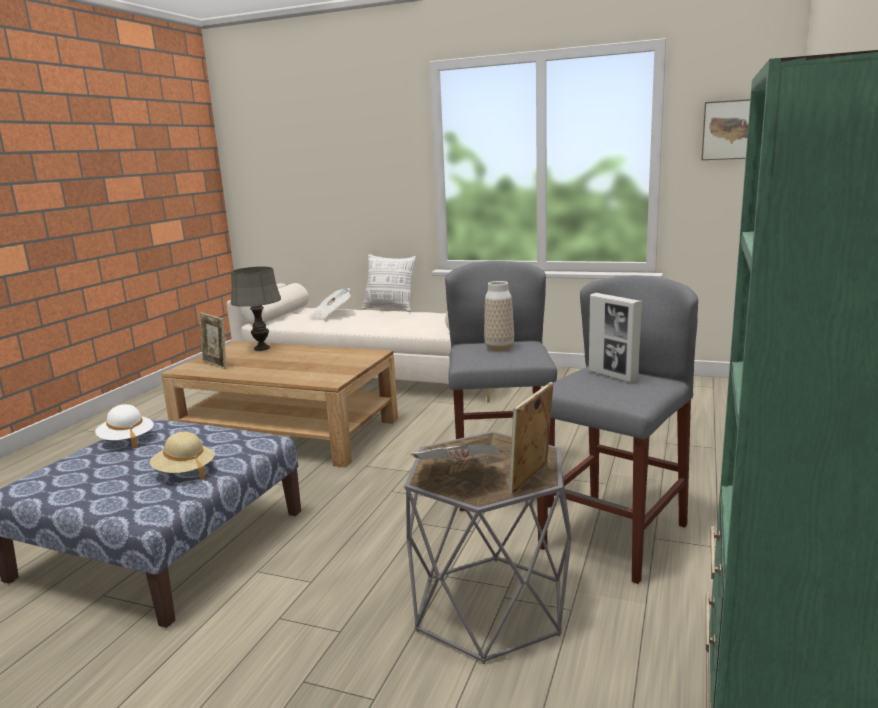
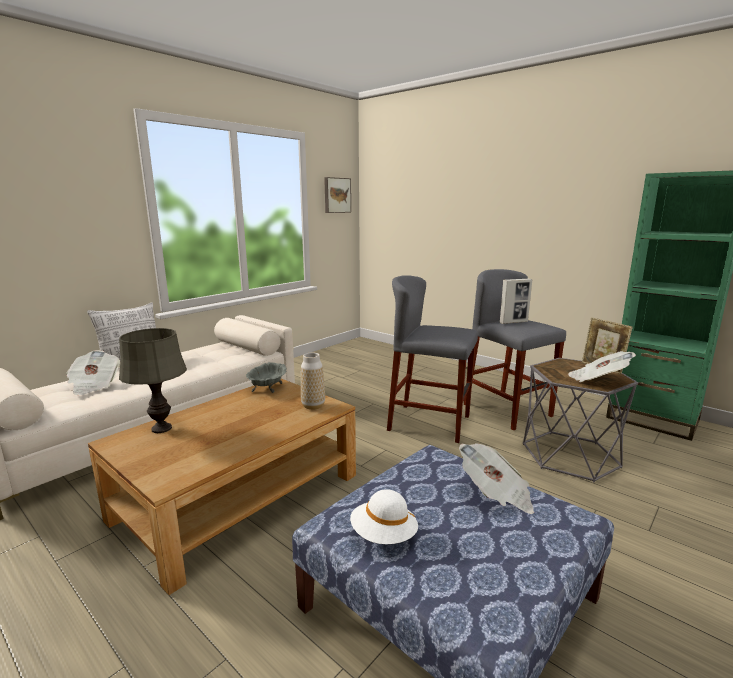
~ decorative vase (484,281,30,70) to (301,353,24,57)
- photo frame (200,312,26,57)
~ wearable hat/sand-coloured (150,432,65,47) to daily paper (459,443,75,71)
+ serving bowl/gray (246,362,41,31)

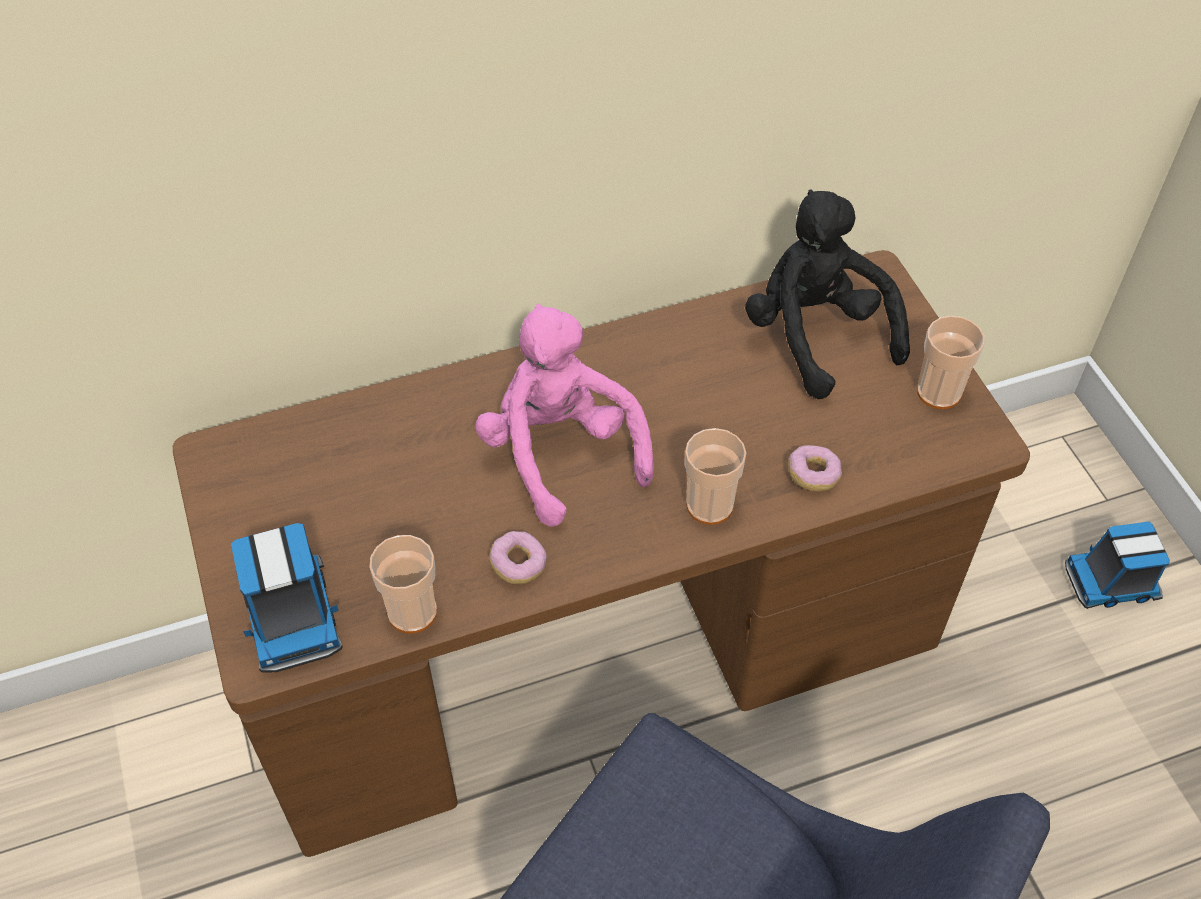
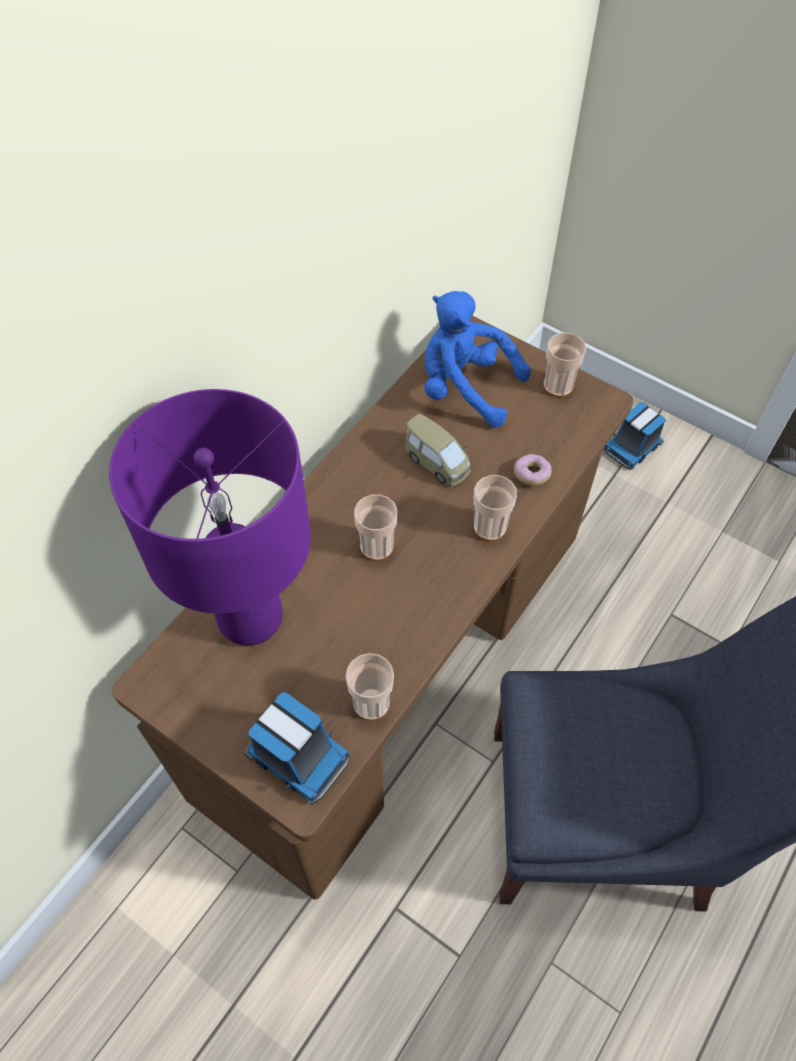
~ plush toy/black-coloured (745,189,165,210) to plush toy/blue-coloured (424,291,107,136)
~ plush toy/pink-coloured (475,303,179,224) to small cup (354,494,43,67)
- ring doughnut (489,531,58,53)
+ tabletop lamp/purple (109,389,202,257)
+ model car (405,414,65,72)

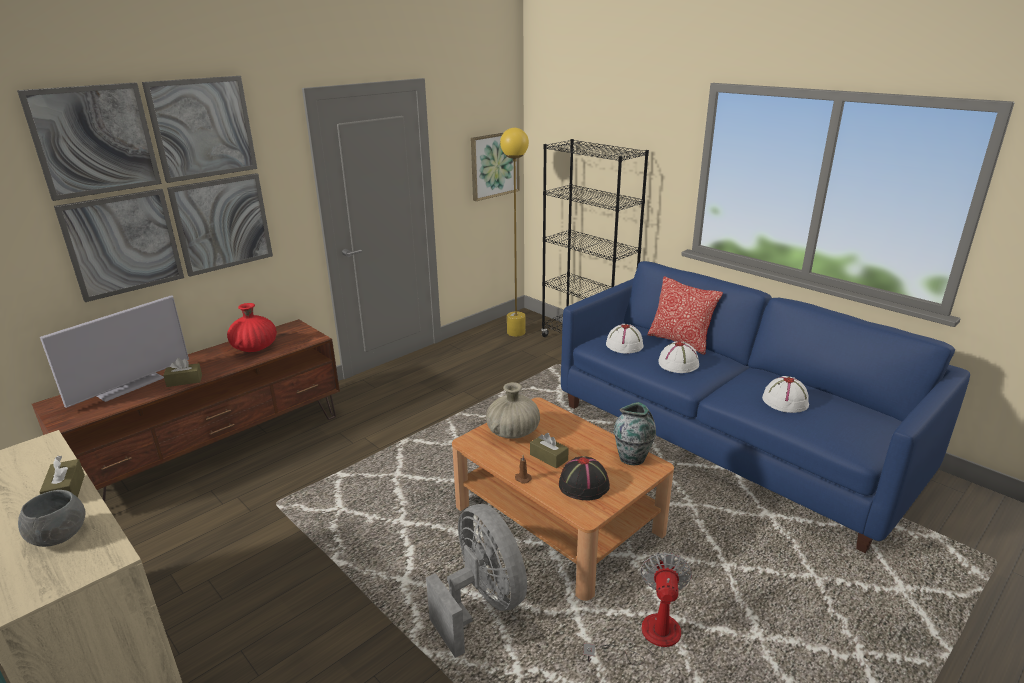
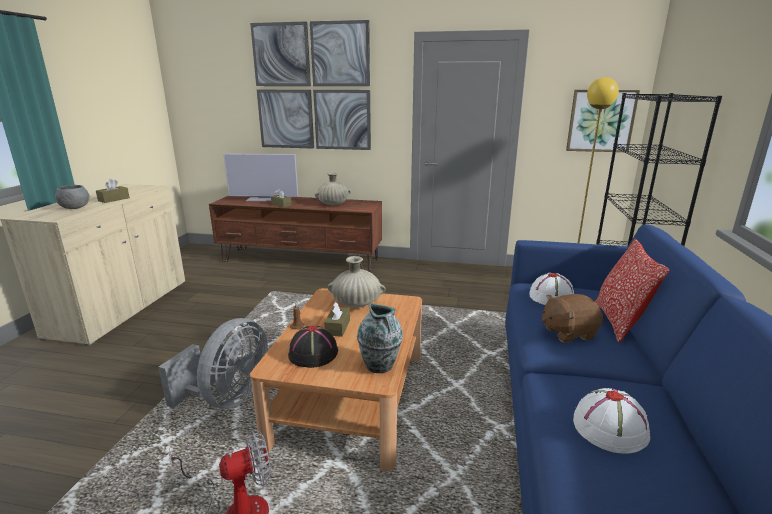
~ decorative vase/reddish (227,303,50,49) to decorative vase/sand-coloured (315,173,36,32)
~ wearable hat/white-coloured (658,341,41,32) to plush toy/brown-coloured (542,294,61,49)

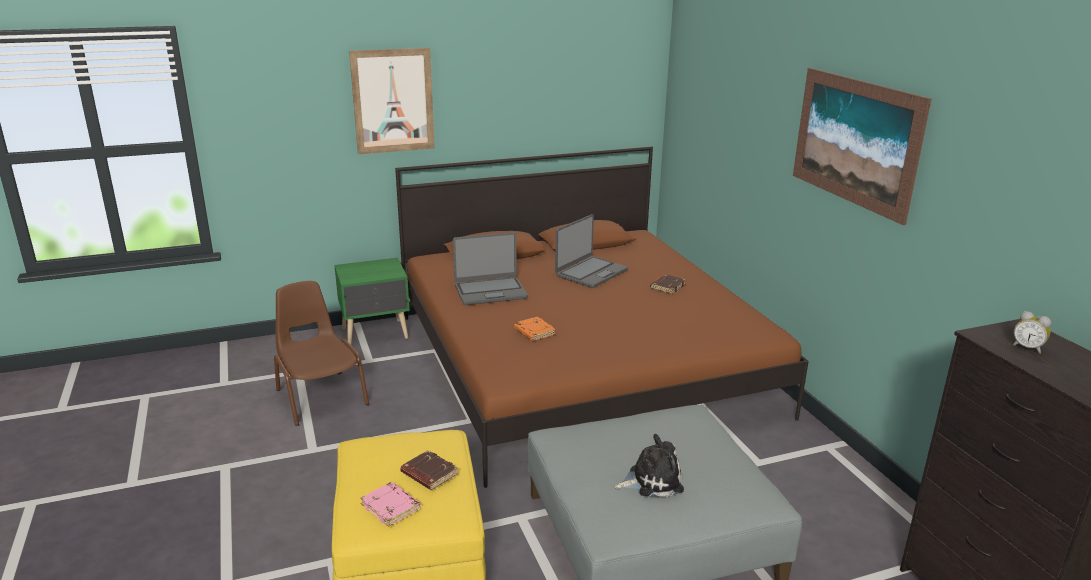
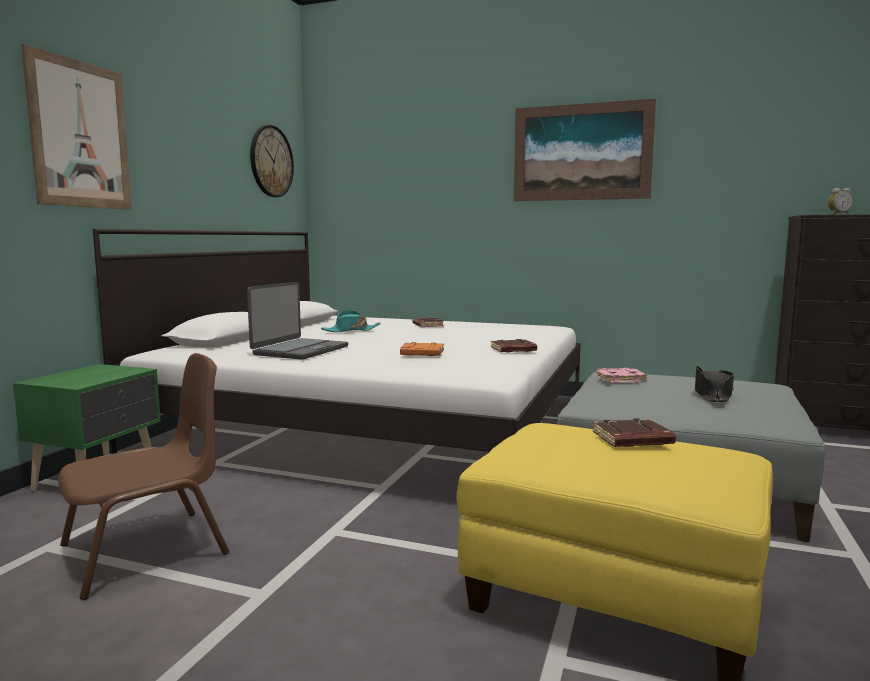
~ bedroom bed/brown-coloured (395,146,414,342) to bedroom bed/white-coloured (93,229,488,225)
~ portable computer (555,214,73,74) to wearable hat/blue-green (321,310,60,22)
~ upright chair/brown-coloured (274,281,95,145) = (58,353,171,247) 135 degrees clockwise
~ plush toy (615,434,69,63) to wearable hat/black-coloured (695,366,39,36)
~ book/pink-coloured (360,482,61,45) to (595,368,52,15)
+ wall clock (250,125,44,72)
+ book/brown-coloured (491,339,46,14)

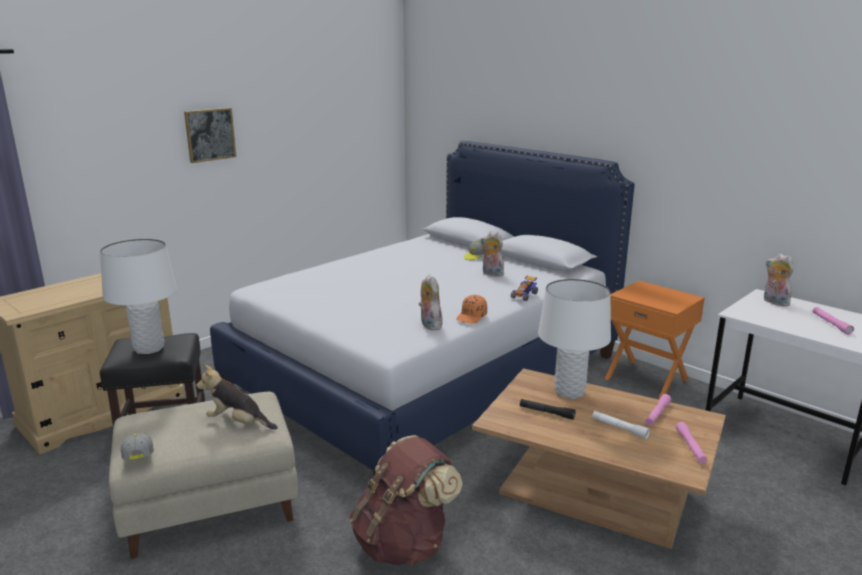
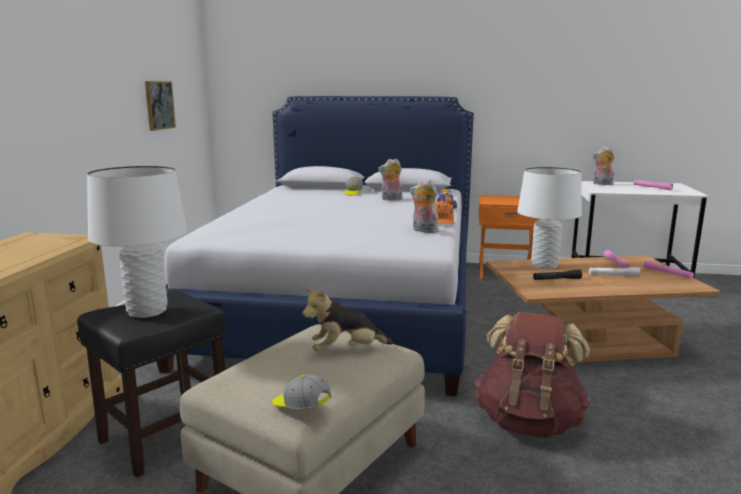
~ wall picture (184,108,52,55) to (145,81,31,50)

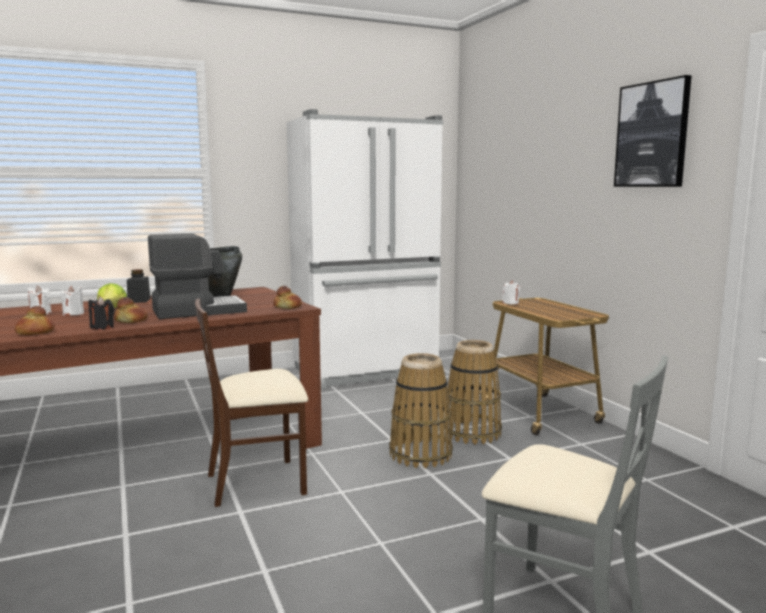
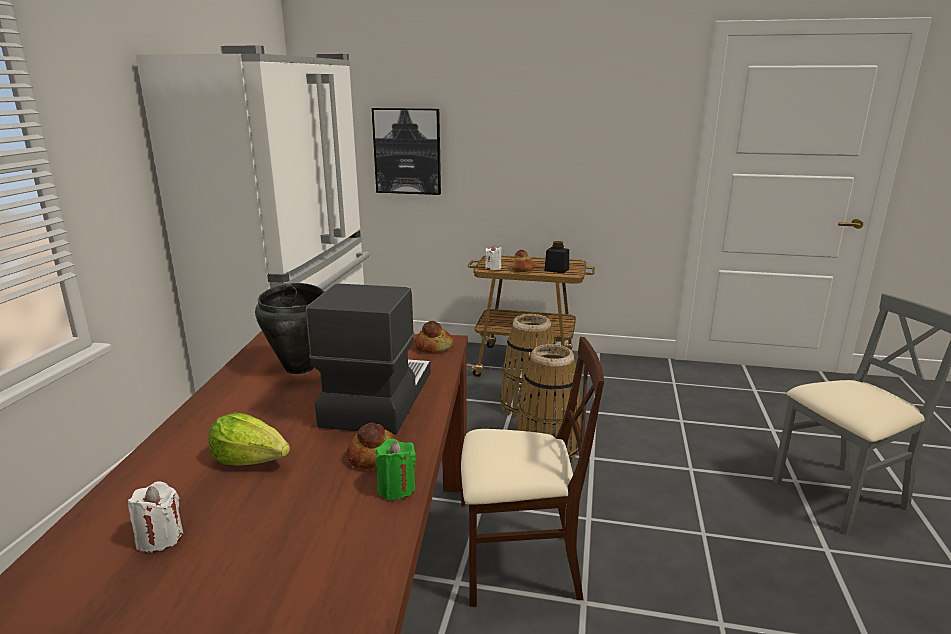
~ wall picture (614,75,78,112) to (372,108,69,87)
~ jar/black-coloured (127,269,24,34) to (544,241,25,33)
- wax candle/white-coloured (61,286,23,30)
~ wax candle/black-coloured (88,297,26,33) to wax candle/green (375,439,41,61)
~ upright chair/sand-coloured (195,298,113,209) = (461,337,143,270) 105 degrees counterclockwise
~ bakery bread (14,306,41,29) to (511,250,24,22)

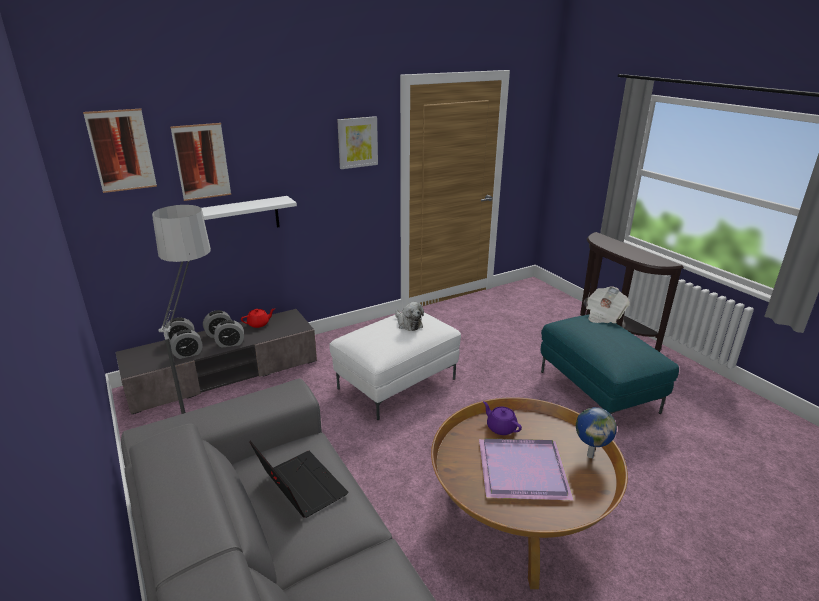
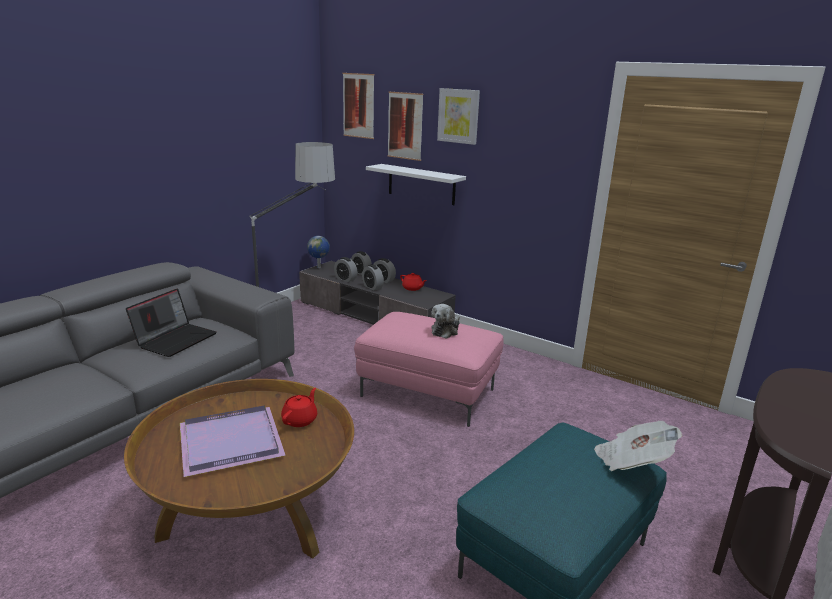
~ wall picture (337,116,41,53) to (437,88,43,57)
~ ottoman/white-coloured (329,312,132,108) to ottoman/pink-coloured (354,312,150,115)
~ tea pot/purple (483,401,39,34) to tea pot/reddish (281,388,36,39)
~ world globe (576,407,41,51) to (307,236,23,32)

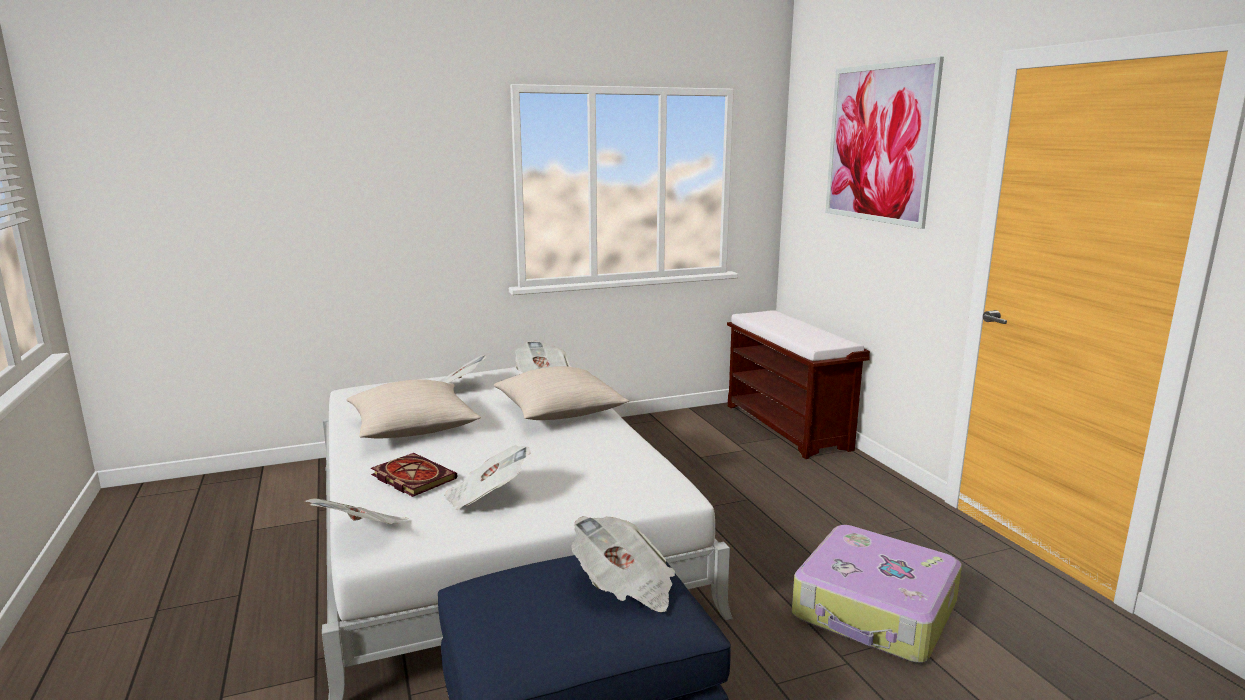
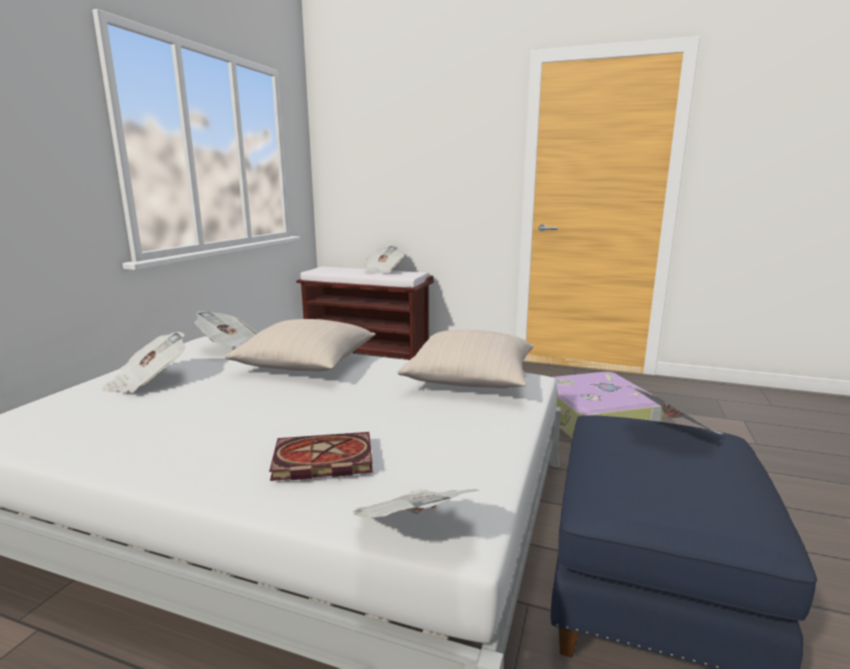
- wall picture (825,57,119,172)
~ pillow/sand-coloured (346,379,135,59) to (397,330,137,58)
~ daily paper (444,445,87,65) to (364,246,40,29)

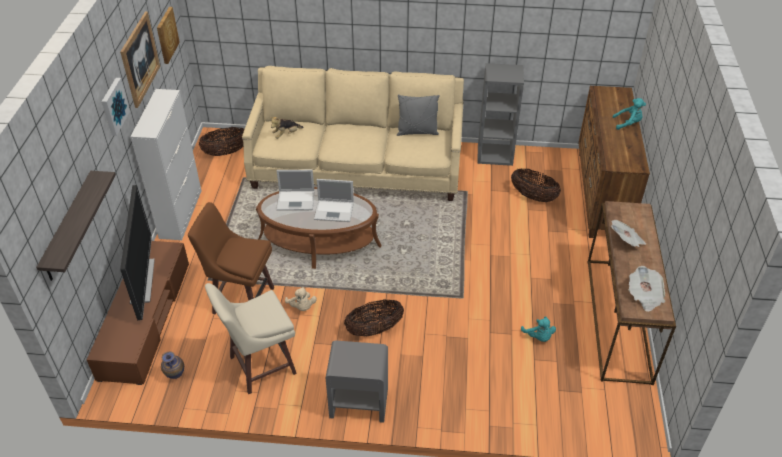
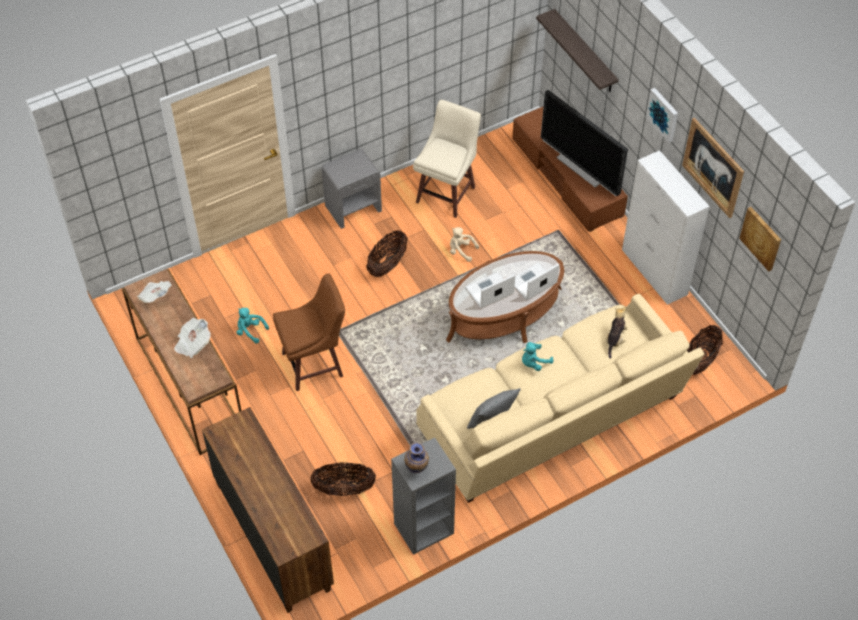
~ plush toy/blue-green (613,98,33,32) to (522,342,32,29)
~ stool seat/brown-coloured (188,202,86,112) to (273,273,72,118)
~ decorative vase (161,352,23,27) to (404,443,25,30)

